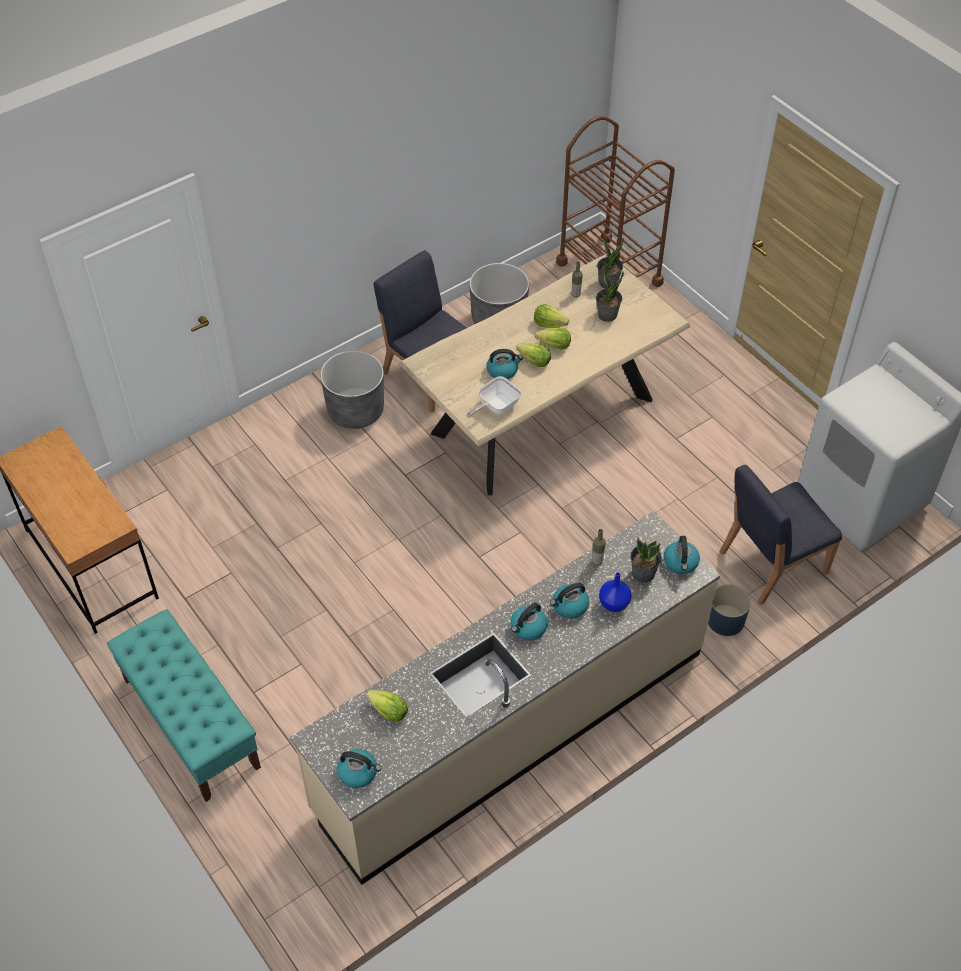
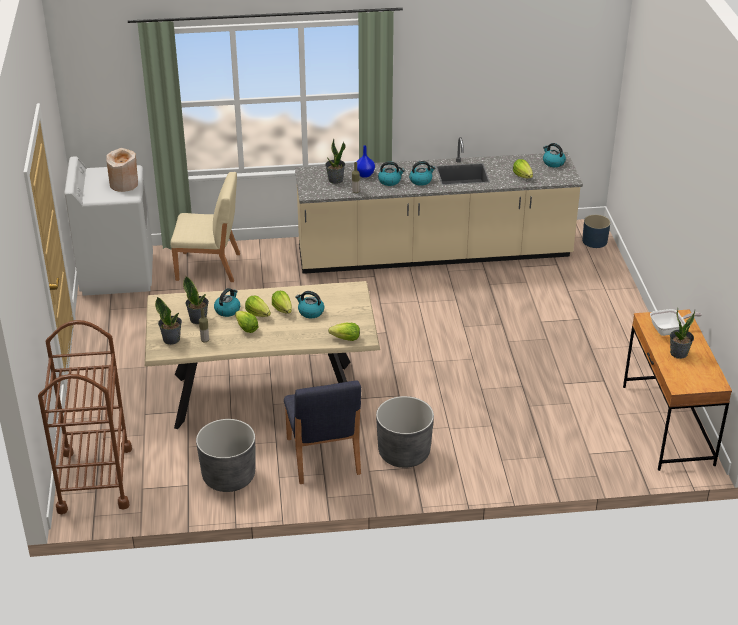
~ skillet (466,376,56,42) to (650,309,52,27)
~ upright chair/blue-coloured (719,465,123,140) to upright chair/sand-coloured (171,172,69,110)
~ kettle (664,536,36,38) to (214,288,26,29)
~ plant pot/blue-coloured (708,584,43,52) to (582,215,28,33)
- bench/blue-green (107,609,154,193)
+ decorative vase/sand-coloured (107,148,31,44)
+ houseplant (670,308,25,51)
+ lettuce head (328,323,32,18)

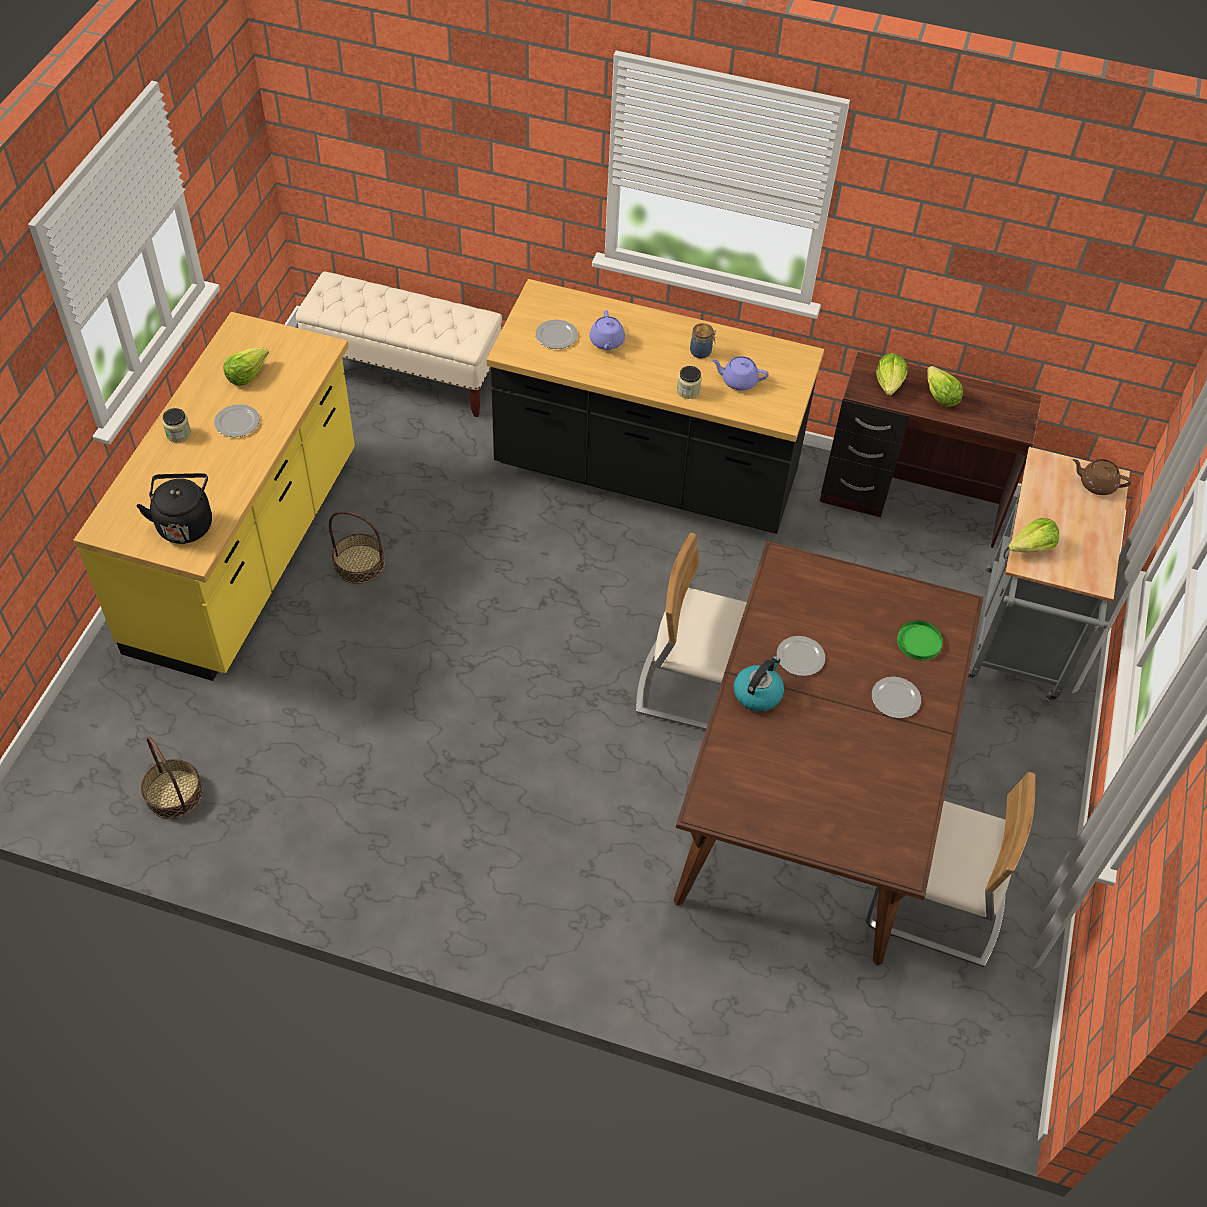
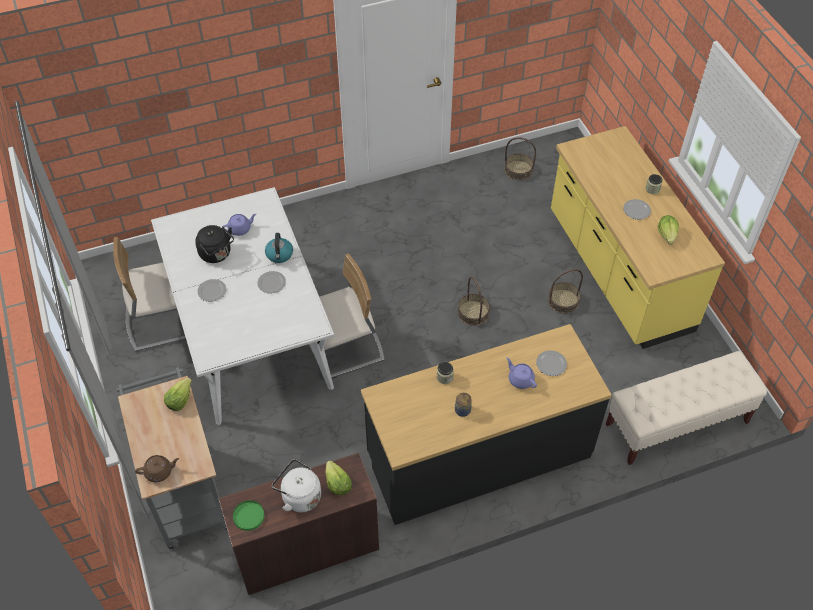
~ tea pot/purple (712,356,57,35) to (223,214,33,22)
~ lettuce head (927,366,36,41) to kettle/white-coloured (272,459,49,53)
~ kettle/black-coloured (137,473,75,71) to (195,225,39,38)
~ dining table/brown-coloured (674,541,309,425) to dining table/white-coloured (151,187,184,238)
~ flat dish/green (897,620,46,40) to (233,500,31,31)
+ storage basket (458,276,32,50)

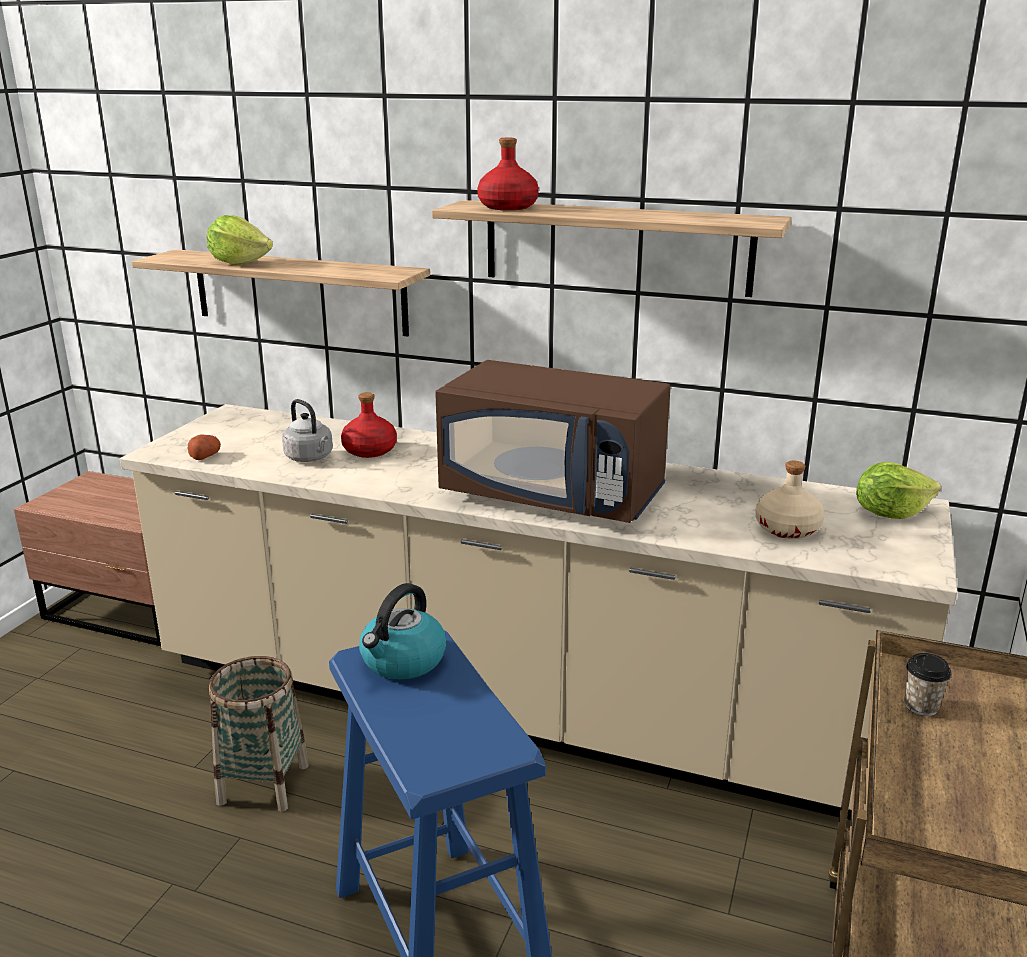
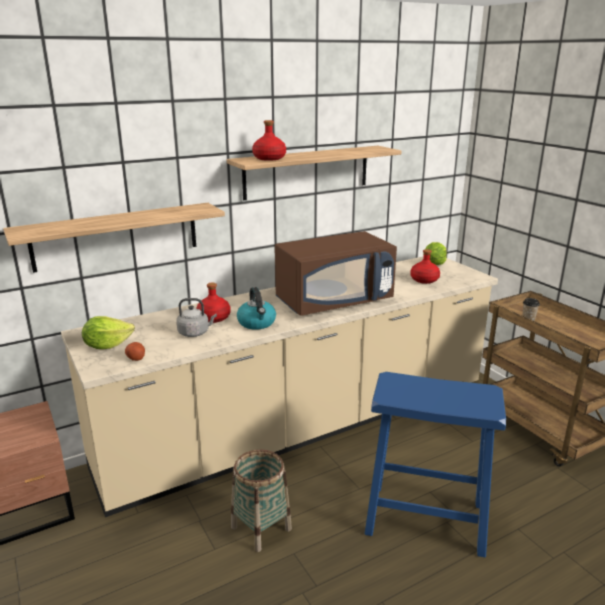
~ lettuce head (207,215,66,50) to (82,316,53,33)
~ bottle/sand-coloured (755,461,70,78) to bottle/reddish (410,249,30,35)
~ kettle (359,583,88,96) to (237,287,39,43)

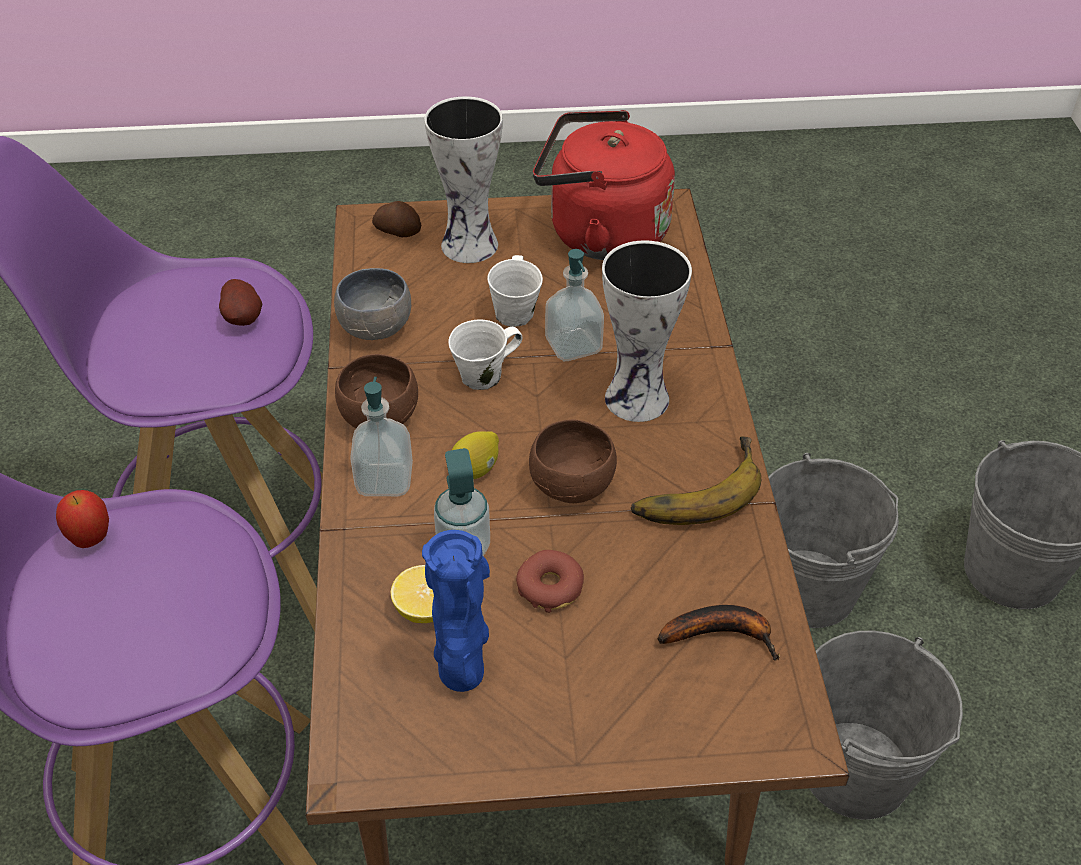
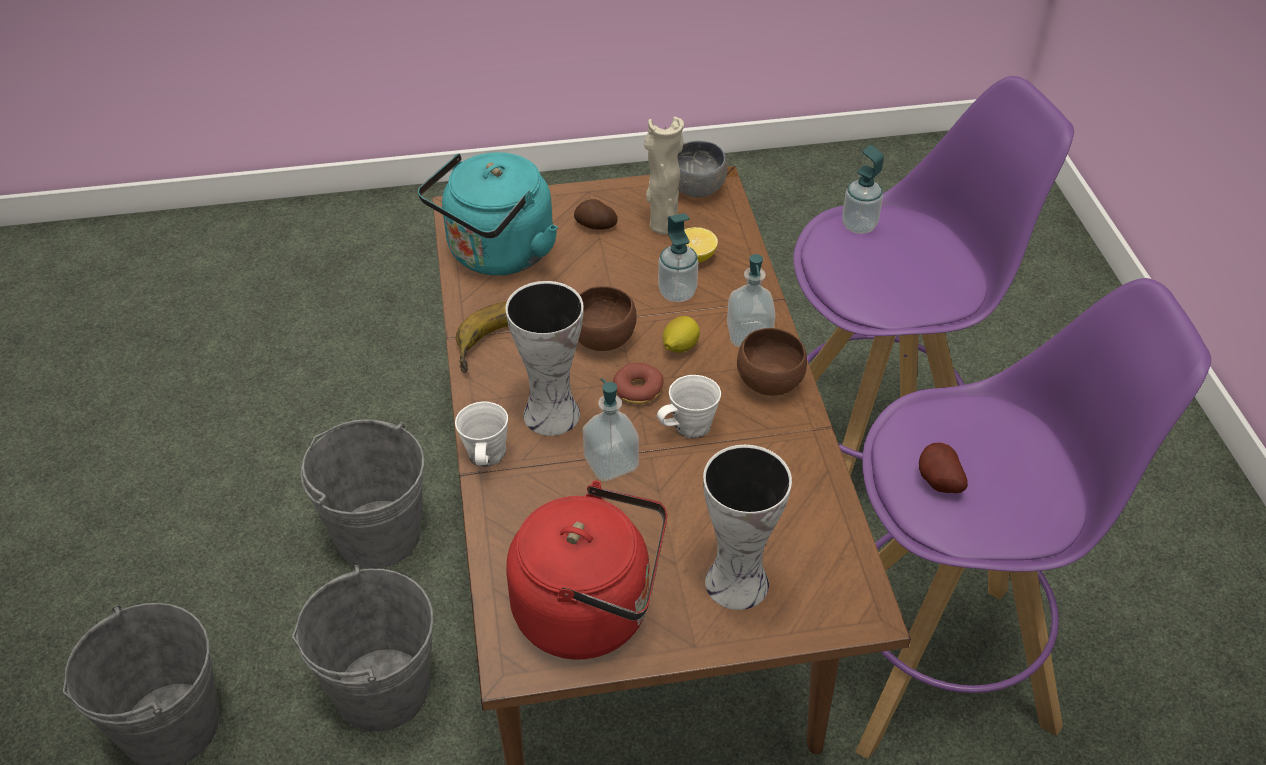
~ whole potato (372,201,49,36) to (574,199,44,31)
~ mug/white-coloured (487,255,56,72) to (455,401,53,66)
~ serving bowl/gray (334,268,77,72) to (678,141,50,56)
- whole apple (56,490,53,58)
~ decorative vase/blue-coloured (422,530,68,162) to decorative vase/sand-coloured (644,117,40,117)
~ ring doughnut (516,550,68,63) to (613,363,51,41)
~ banana fruit (658,605,123,56) to kettle/blue-green (418,152,140,123)
+ liquid soap bottle (842,145,42,89)

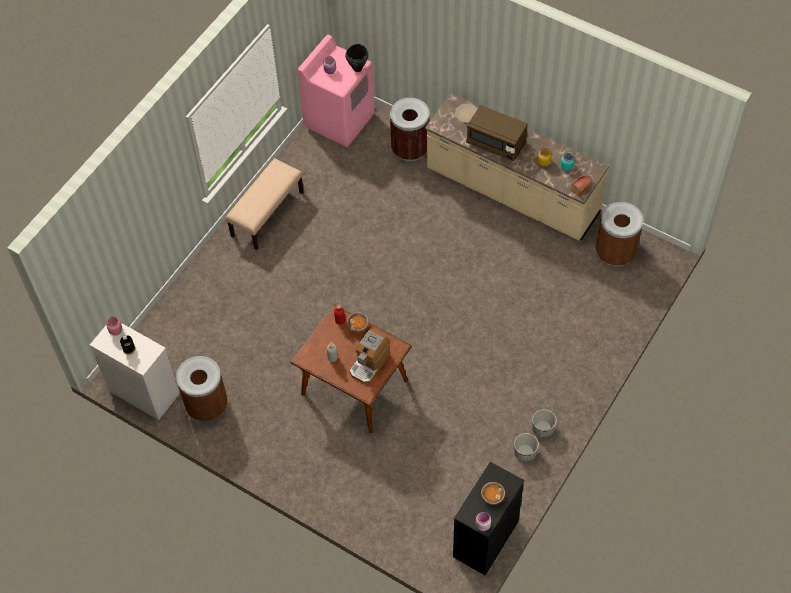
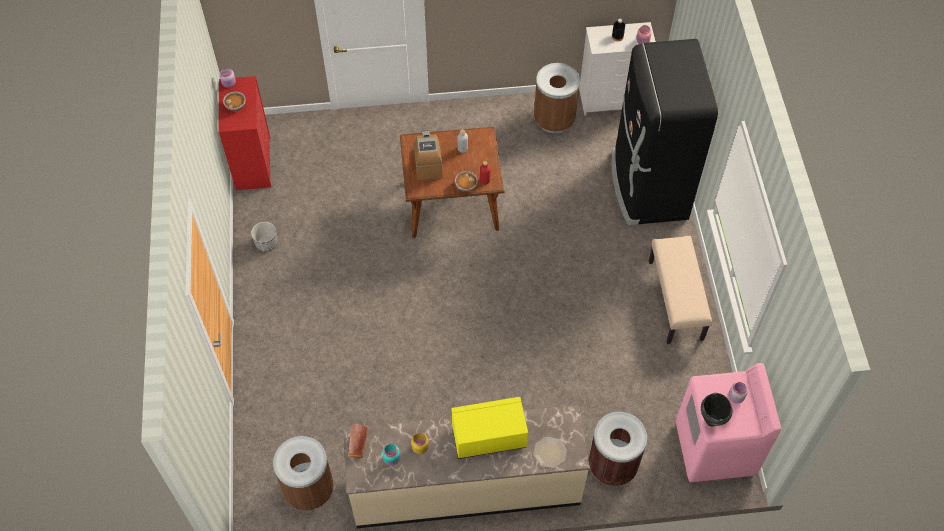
~ microwave oven/brown-coloured (466,105,62,56) to microwave oven/yellow (451,397,77,62)
- plant pot (532,409,25,29)
~ drawer chest/black-coloured (453,462,71,113) to drawer chest/reddish (219,76,52,114)
+ refrigerator/black-coloured (612,39,106,186)

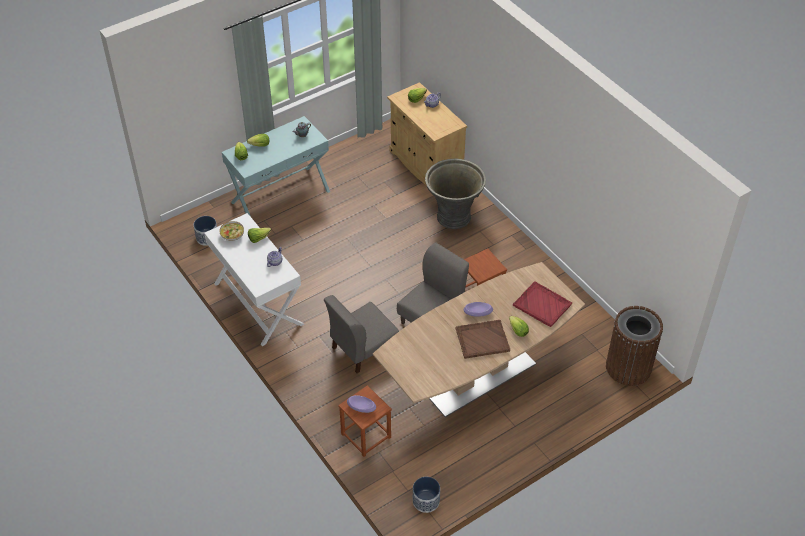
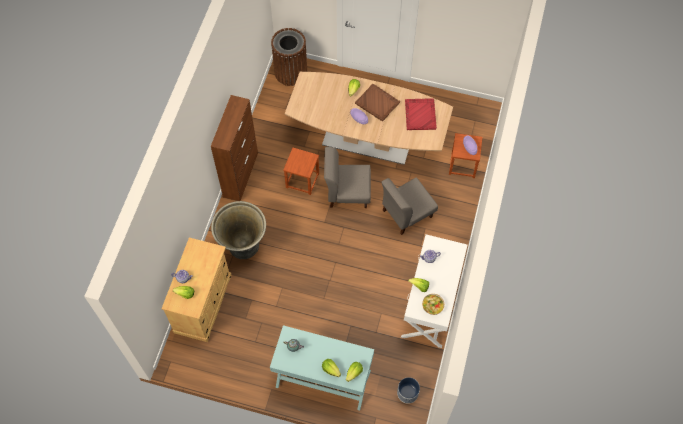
~ tray/reddish (513,281,59,46) to (405,98,32,32)
~ upright chair/gray (324,295,75,79) = (381,177,57,58) 135 degrees clockwise
- plant pot (413,477,27,36)
+ storage cabinet/brown-coloured (211,95,47,106)

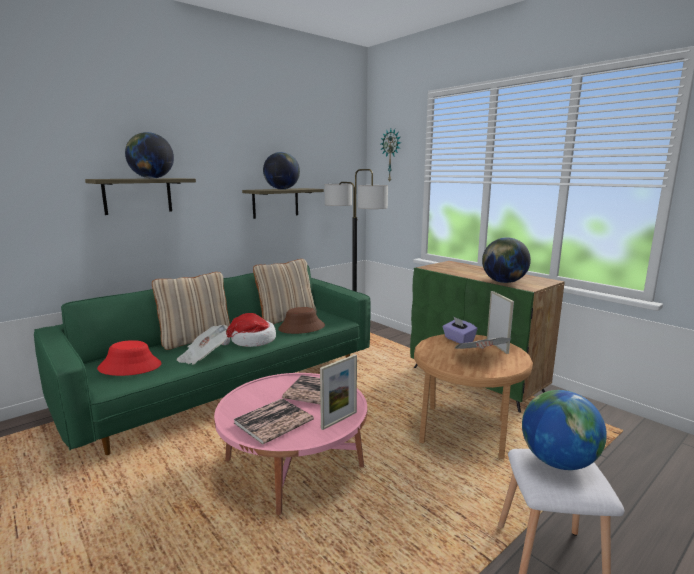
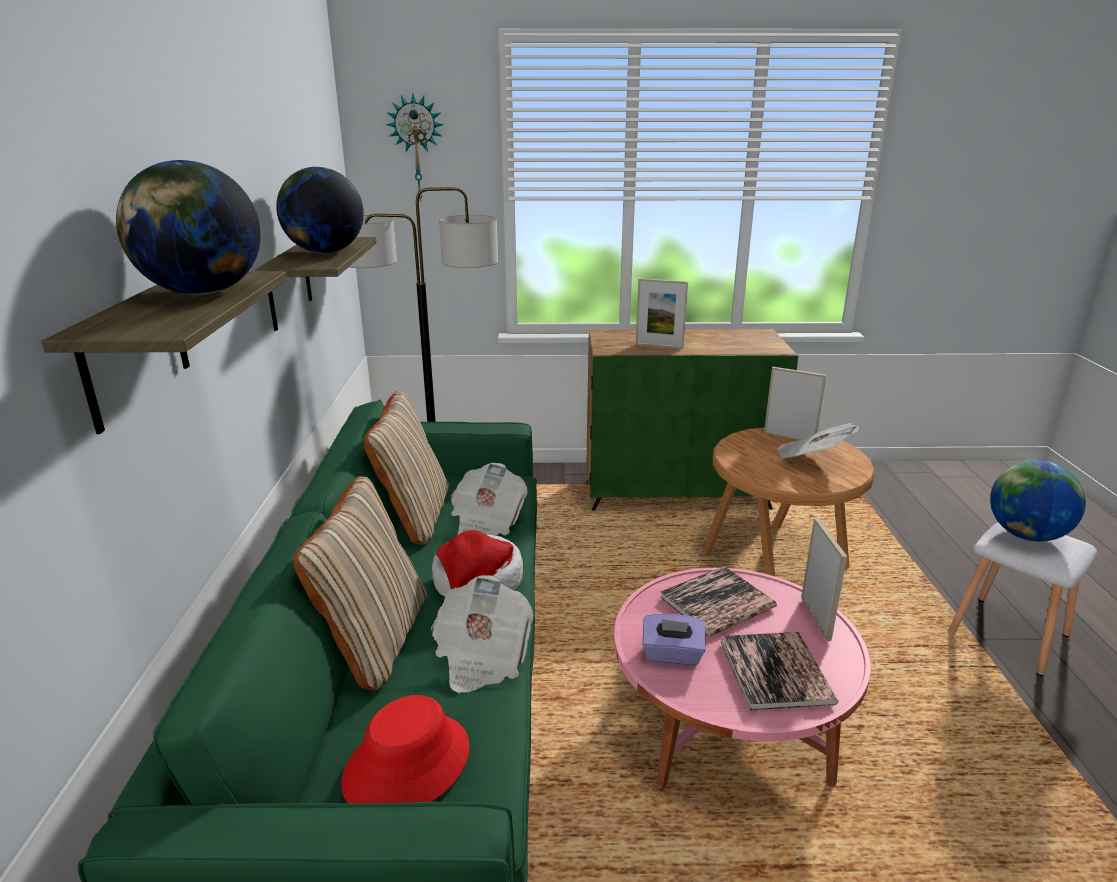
- world globe (482,237,49,46)
~ wearable hat/brown-coloured (278,307,47,27) to daily paper (450,463,78,73)
~ tissue box/purple (443,316,34,28) to (642,614,63,52)
+ photo frame (636,278,52,71)

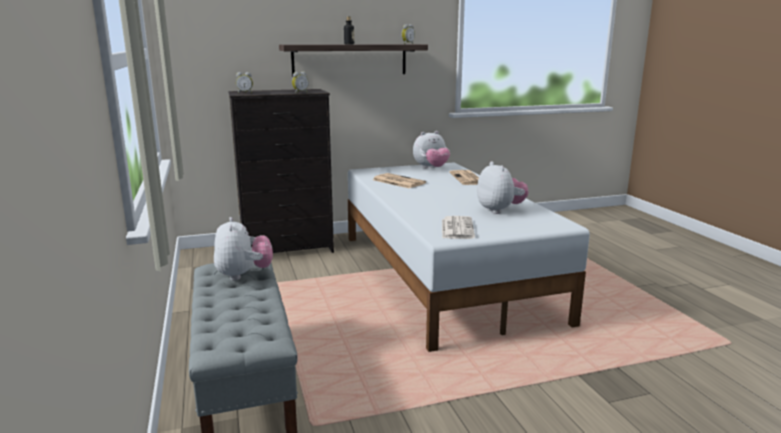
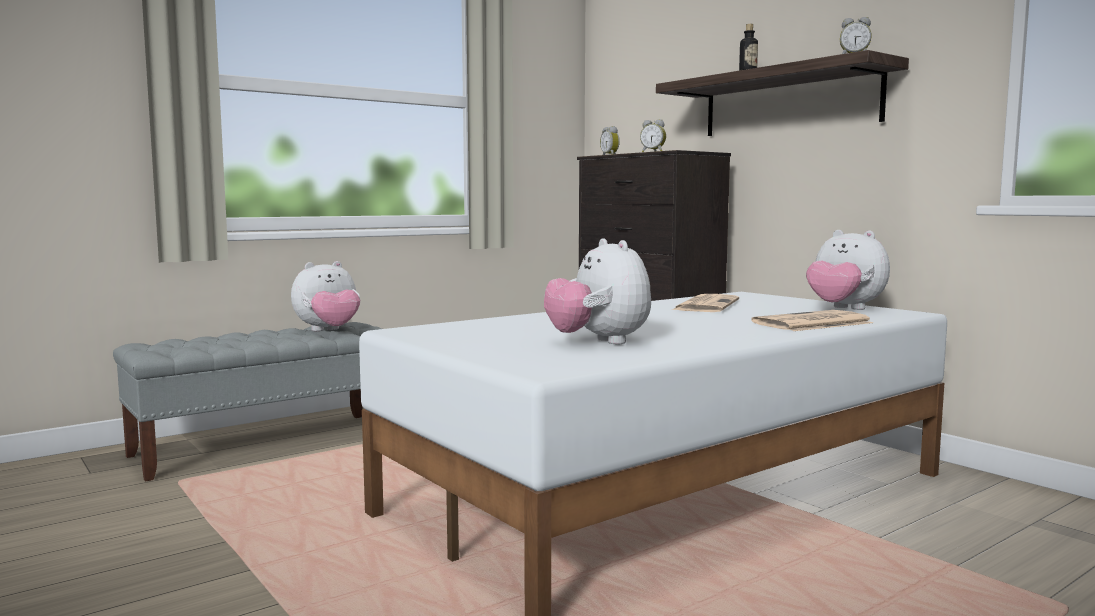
~ plush toy (477,161,51,53) = (544,238,107,106) 105 degrees clockwise
- daily paper (442,216,33,23)

